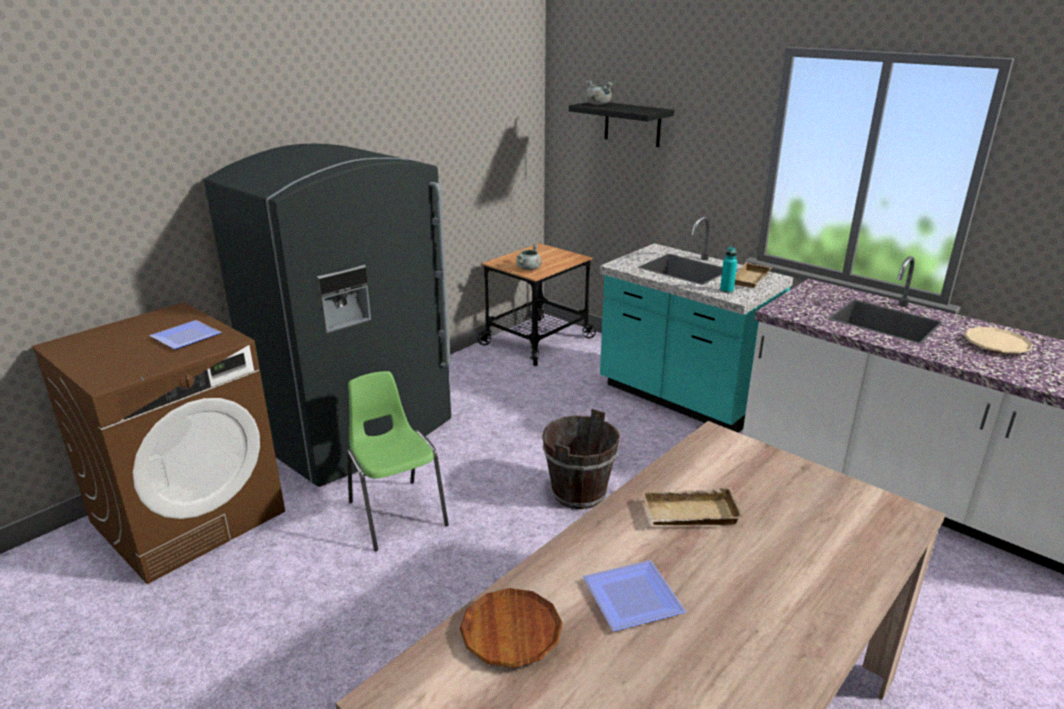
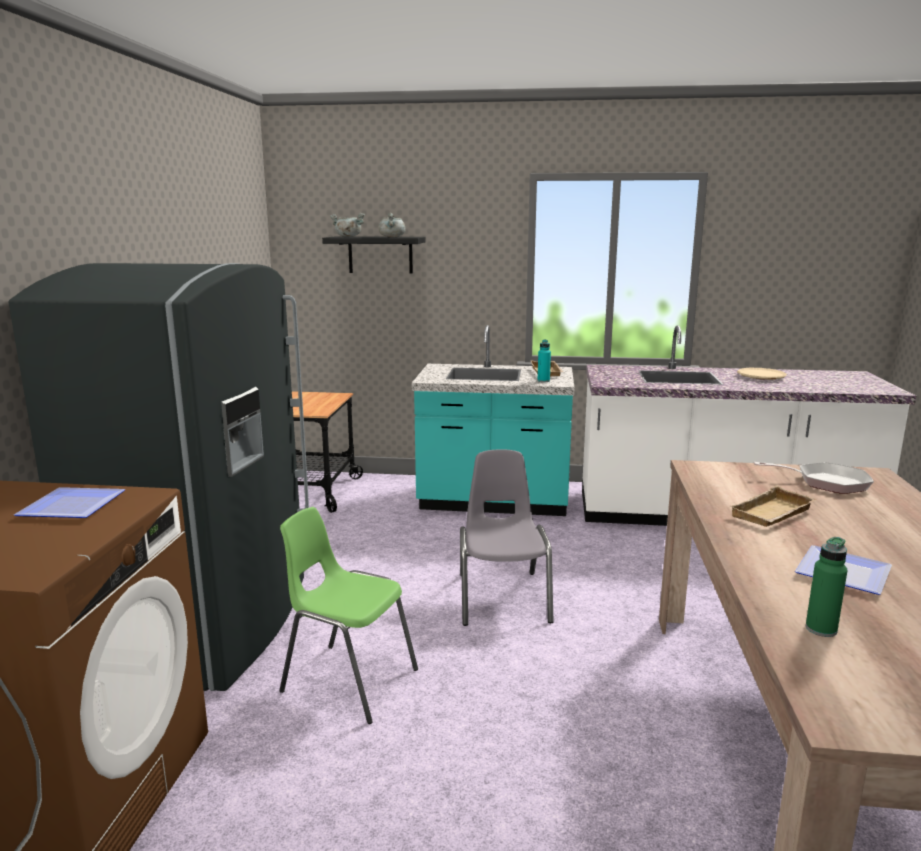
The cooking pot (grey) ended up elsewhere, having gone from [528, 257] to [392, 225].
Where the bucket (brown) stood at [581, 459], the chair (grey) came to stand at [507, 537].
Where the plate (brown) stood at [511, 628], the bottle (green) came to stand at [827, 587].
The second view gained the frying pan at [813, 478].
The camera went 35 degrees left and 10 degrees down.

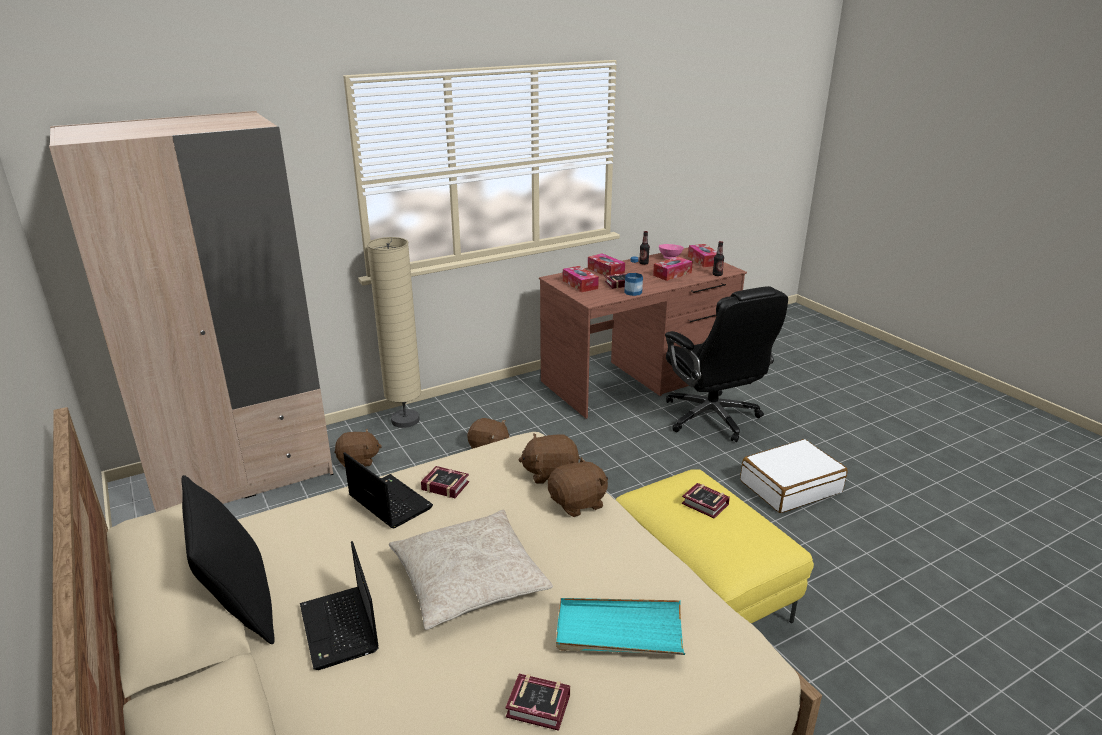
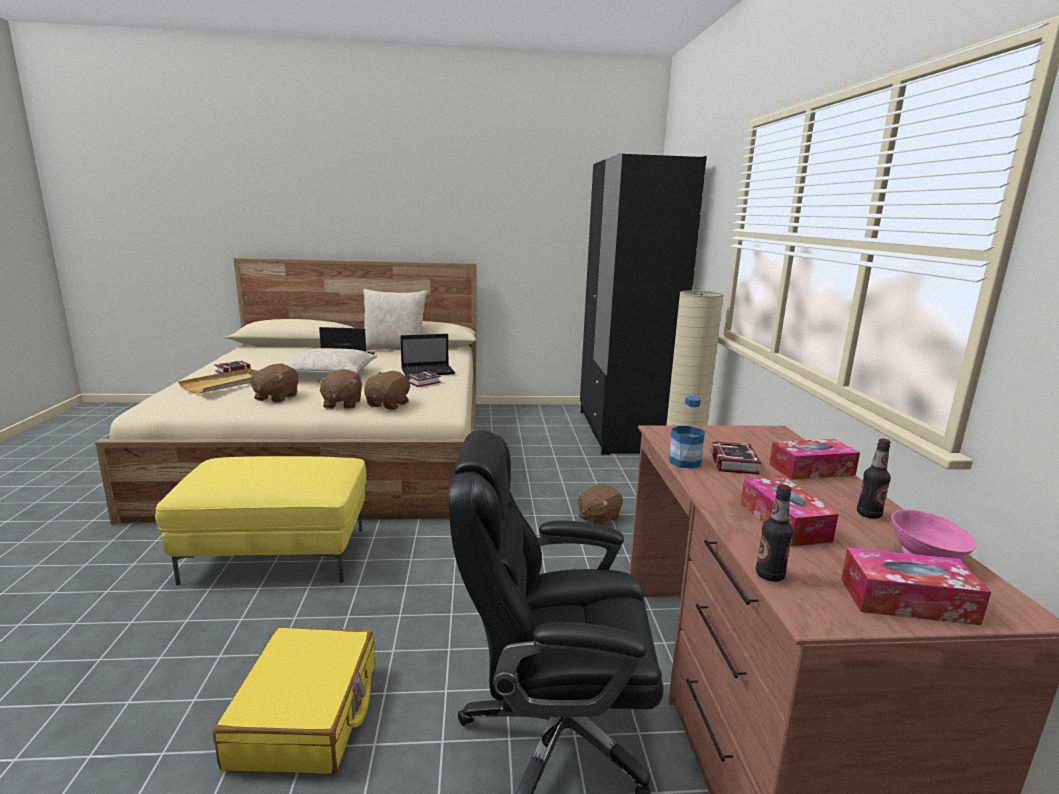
What was the wardrobe (beige) at [191, 311] turned into the wardrobe (black) at [643, 304].
The second view lost the tissue box at [581, 279].
The plush toy (brown) ended up elsewhere, having gone from [358, 447] to [274, 383].
What was the suitcase (white) at [794, 476] turned into the suitcase (yellow) at [294, 701].
What was the pillow (black) at [228, 559] turned into the pillow (beige) at [395, 319].
The second view lost the book at [706, 501].
What was the tray (turquoise) at [620, 626] turned into the tray (beige) at [218, 381].
The camera went 115 degrees right and 10 degrees down.

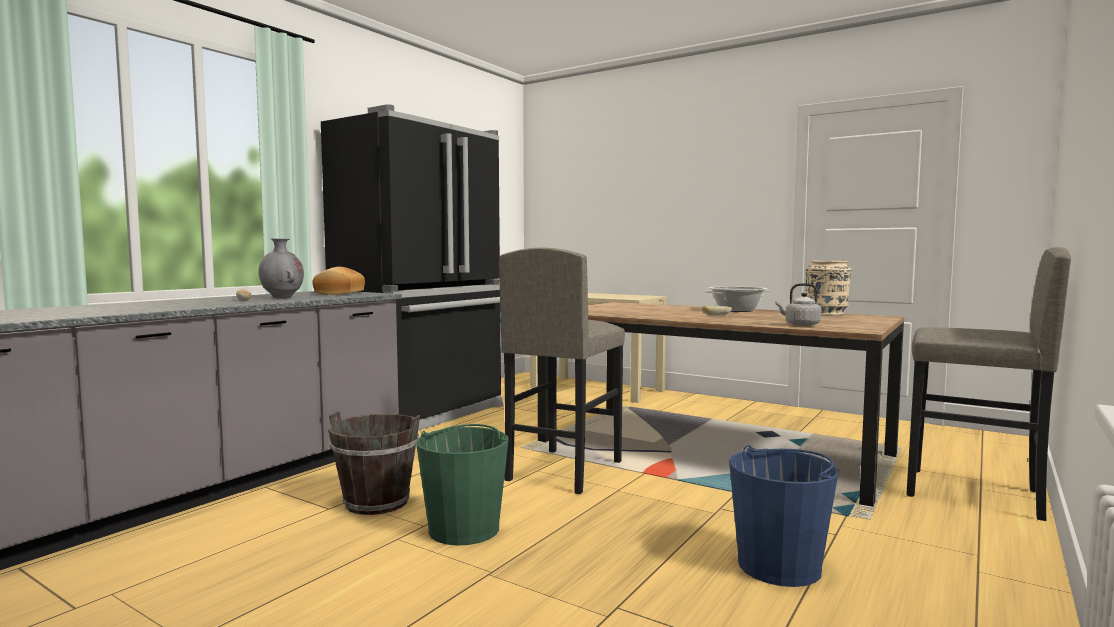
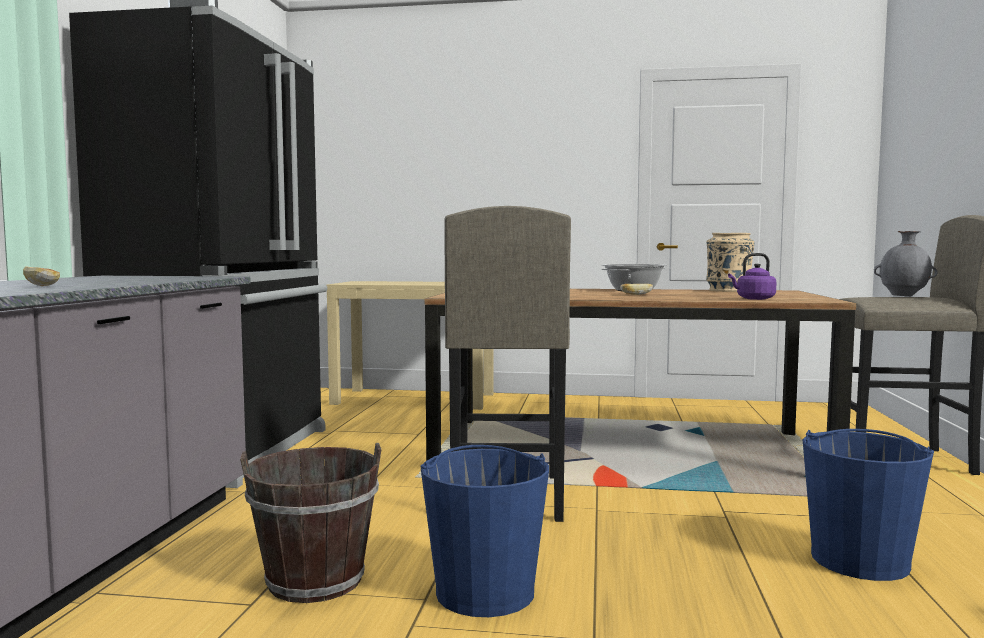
The vase (grey) ended up elsewhere, having gone from [281, 268] to [906, 264].
The second view lost the bread at [338, 281].
What was the kettle (grey) at [798, 304] turned into the kettle (purple) at [752, 276].
What was the bucket (green) at [462, 485] turned into the bucket (blue) at [485, 531].
The camera went 25 degrees left and 0 degrees up.

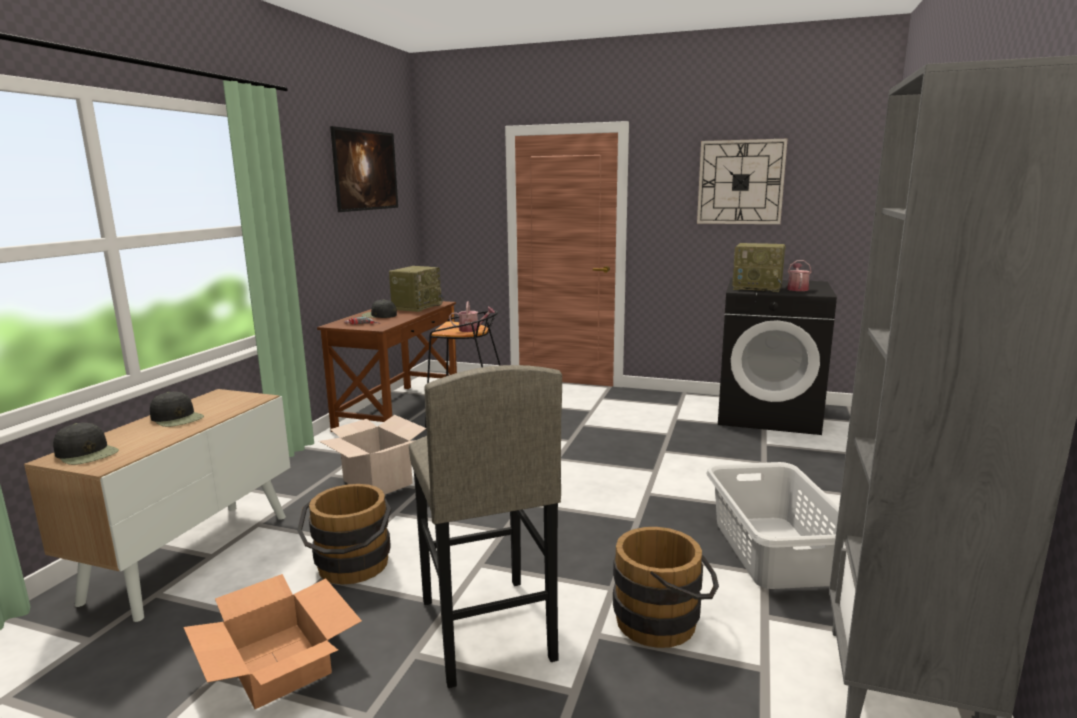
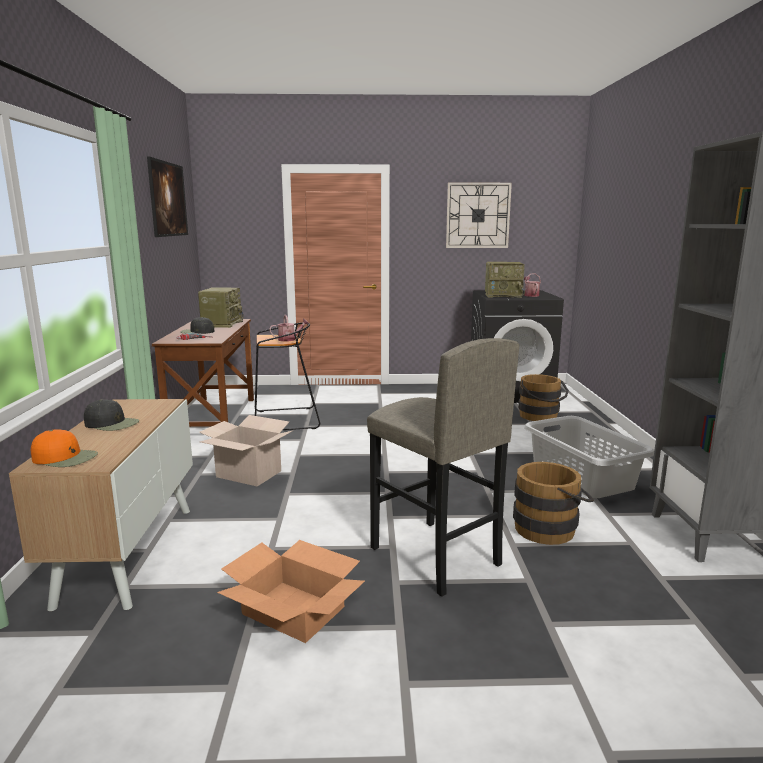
What was the cap (black) at [86, 444] turned into the cap (orange) at [64, 448].
The bucket (brown) ended up elsewhere, having gone from [344, 534] to [543, 397].
The camera went 20 degrees left and 0 degrees up.

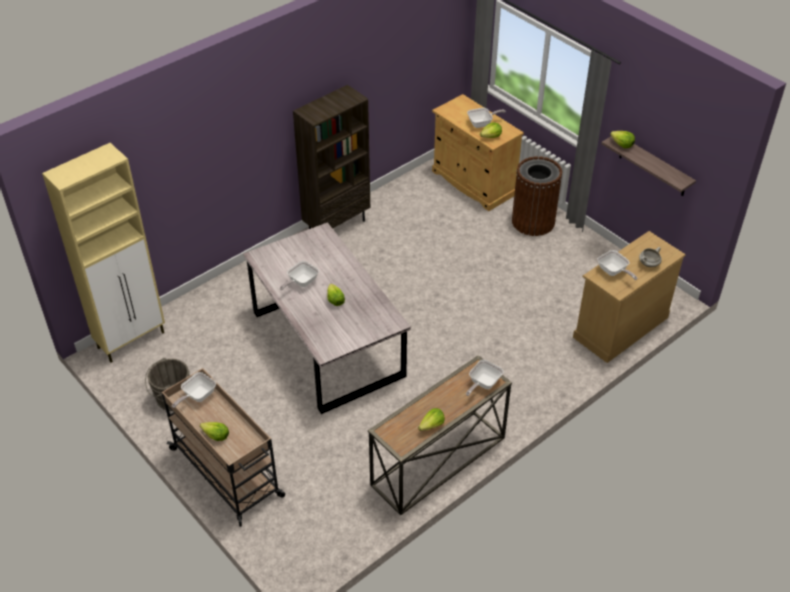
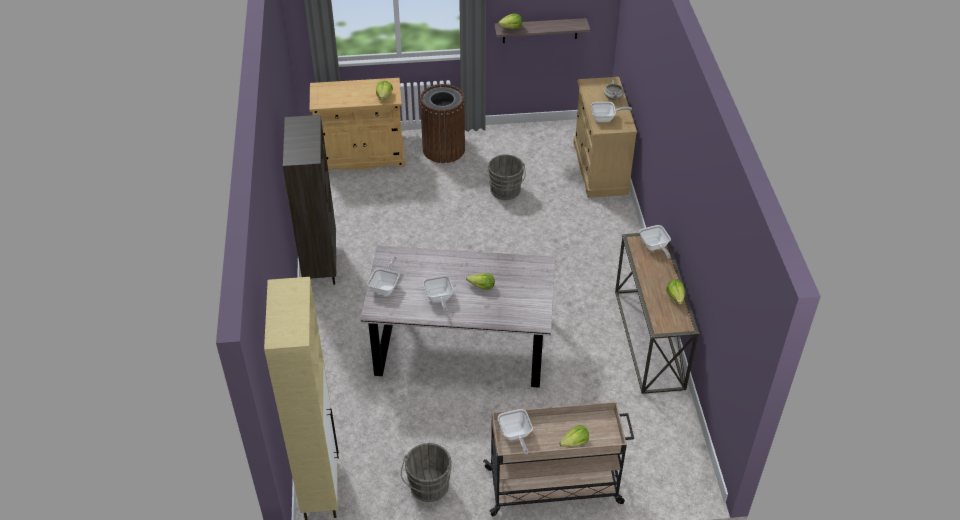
The frying pan ended up elsewhere, having gone from [486, 118] to [383, 276].
The second view gained the bucket (grey) at [506, 177].
The camera went 55 degrees left and 0 degrees up.

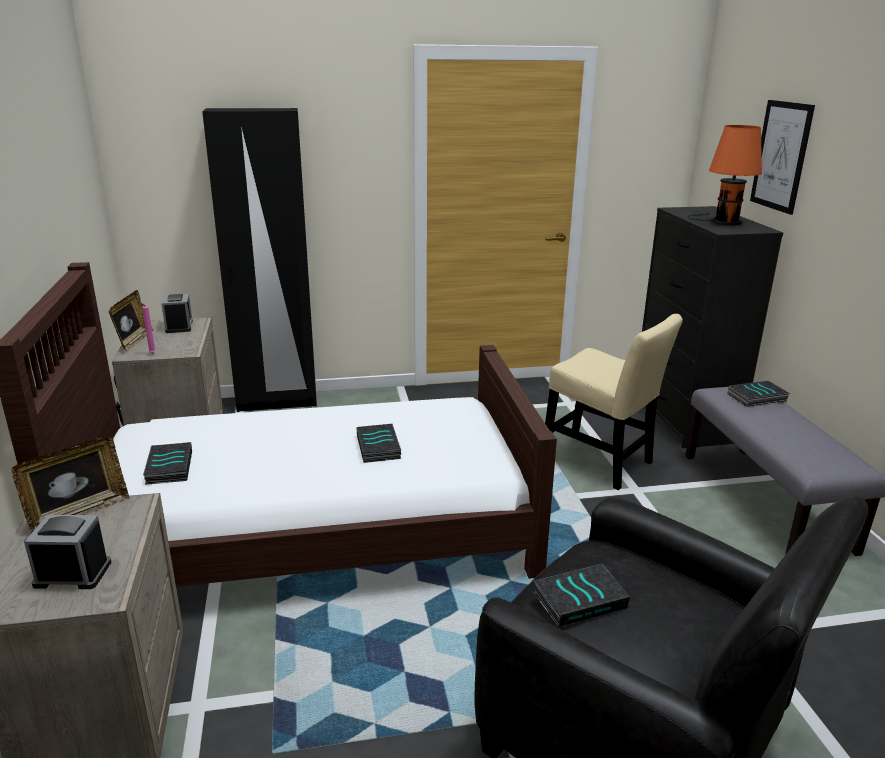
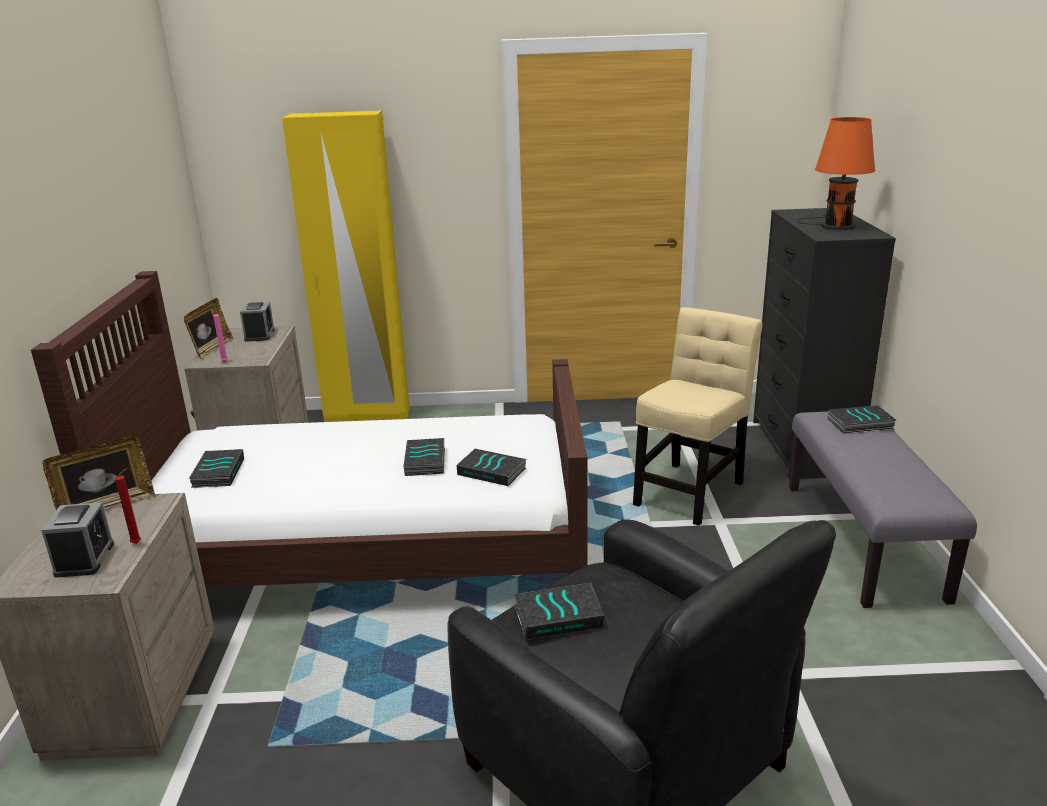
The second view lost the picture at [782, 157].
What was the wardrobe (black) at [259, 260] turned into the wardrobe (yellow) at [346, 266].
The chair (beige) at [614, 402] ended up facing another way, 105 degrees counterclockwise from before.
The alarm clock at [68, 552] ended up facing another way, 75 degrees clockwise from before.
The second view gained the book at [491, 467].
The second view gained the candle (red) at [128, 506].
The camera went 10 degrees right and 0 degrees up.

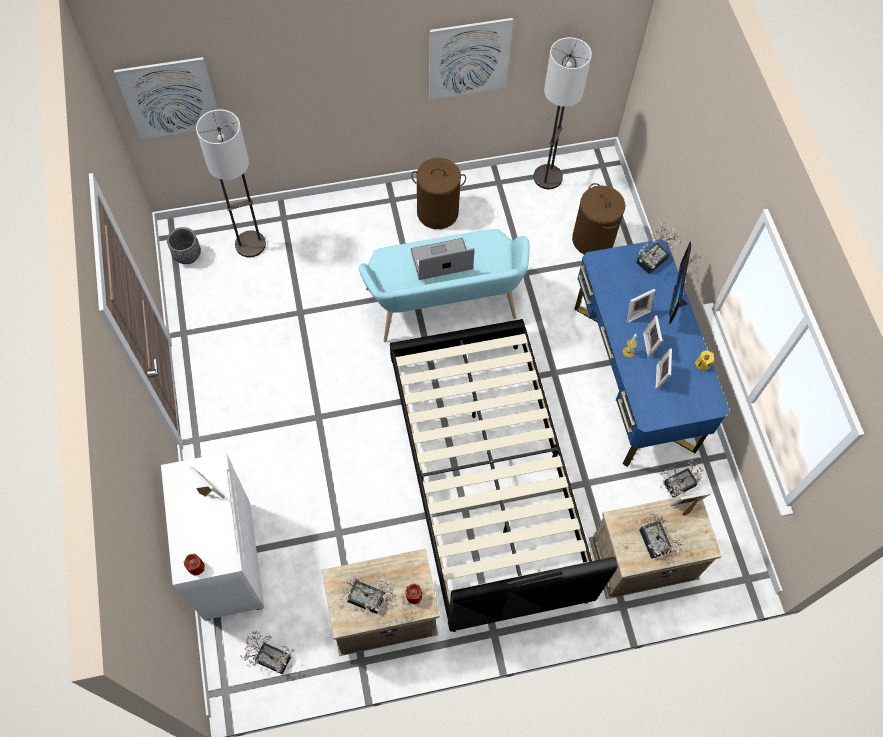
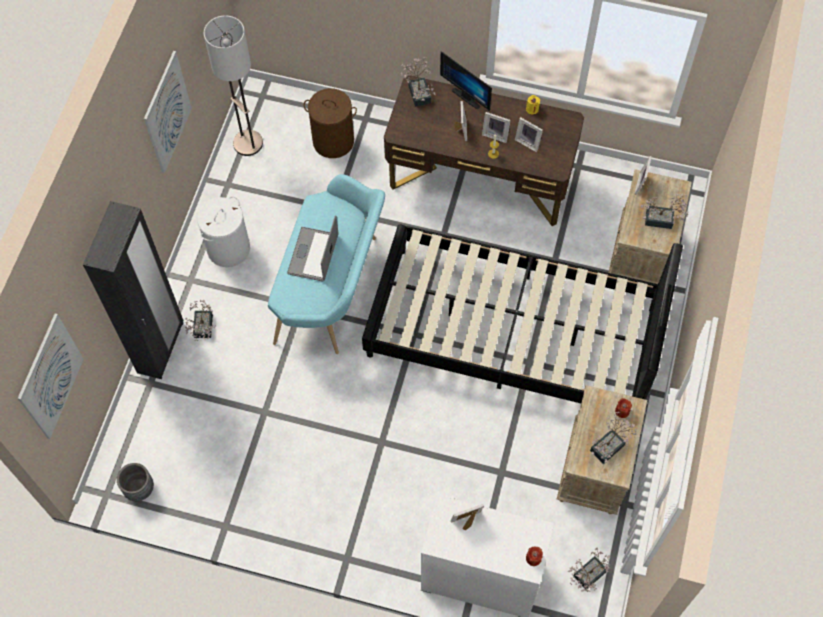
The second view lost the floor lamp at [231, 183].
What was the laundry basket (brown) at [438, 193] turned into the laundry basket (white) at [223, 231].
What was the desk (blue) at [652, 353] turned into the desk (brown) at [484, 150].
The potted plant ended up elsewhere, having gone from [682, 479] to [200, 320].
The second view gained the wardrobe (black) at [133, 290].
The camera went 60 degrees left and 0 degrees up.

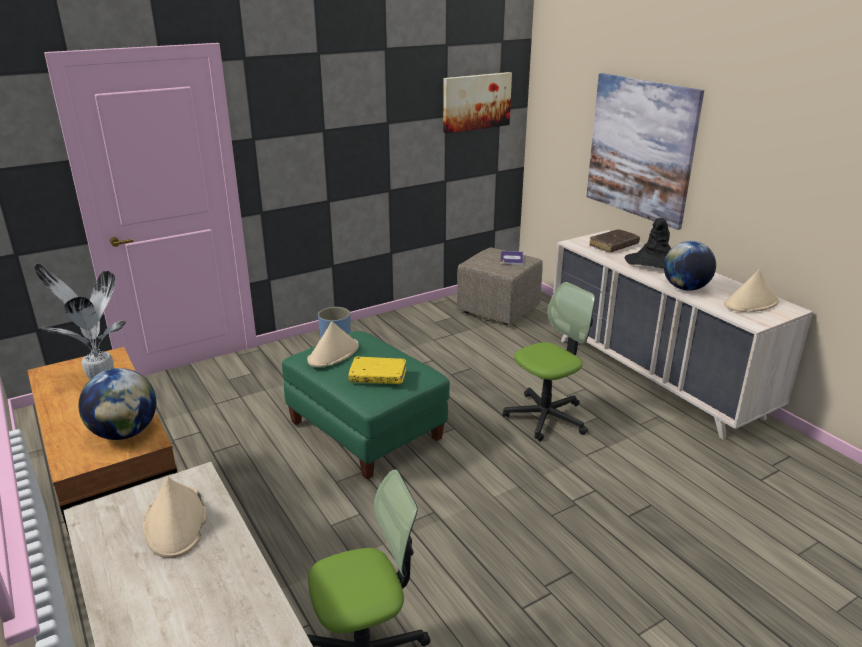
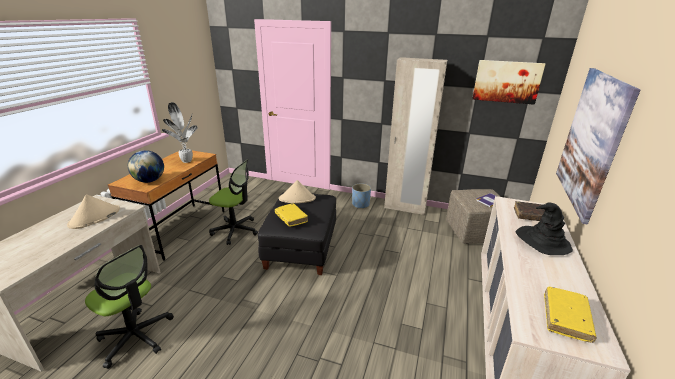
The second view lost the globe at [690, 266].
Where the hat (beige) stood at [751, 291], the book (yellow) came to stand at [570, 315].
The office chair ended up elsewhere, having gone from [549, 361] to [233, 202].
What was the ottoman (green) at [366, 405] turned into the ottoman (black) at [297, 233].
The second view gained the wardrobe (beige) at [415, 136].
The camera went 50 degrees right and 0 degrees up.

